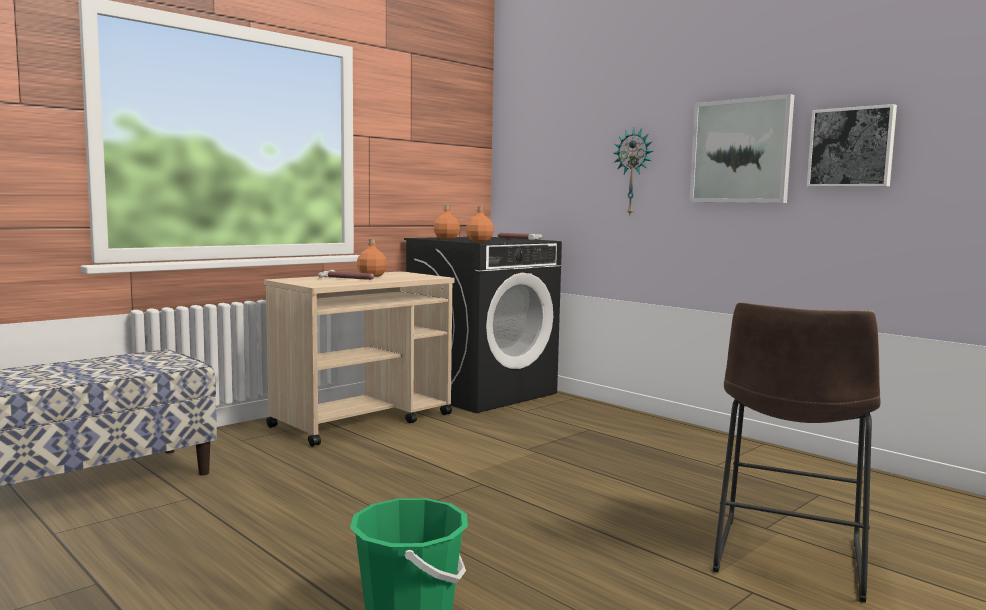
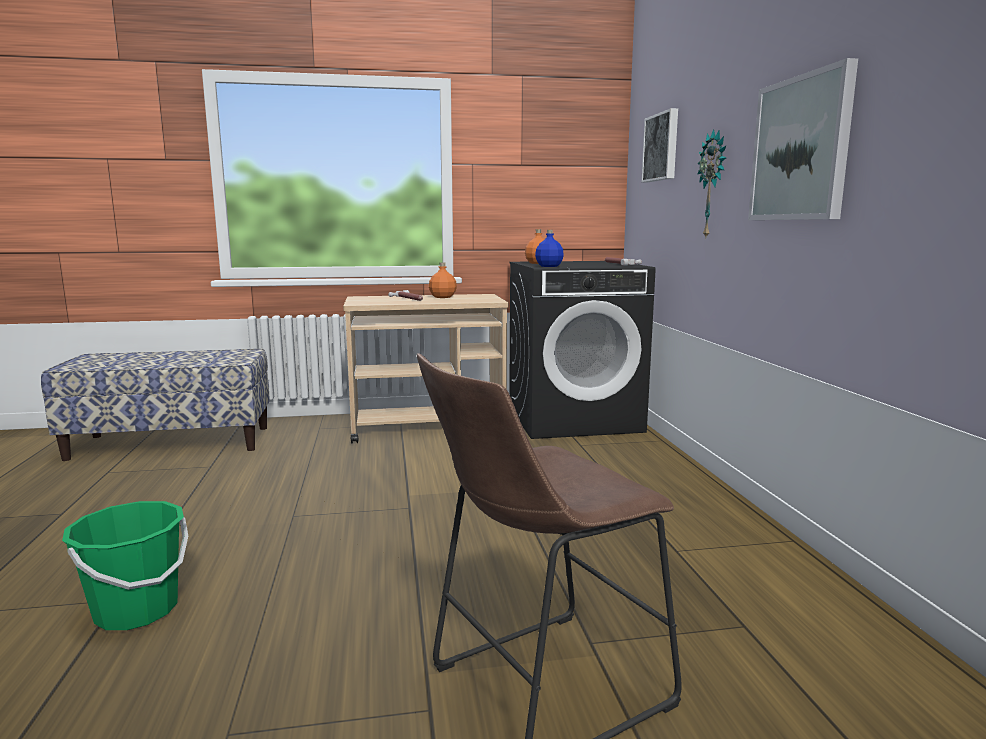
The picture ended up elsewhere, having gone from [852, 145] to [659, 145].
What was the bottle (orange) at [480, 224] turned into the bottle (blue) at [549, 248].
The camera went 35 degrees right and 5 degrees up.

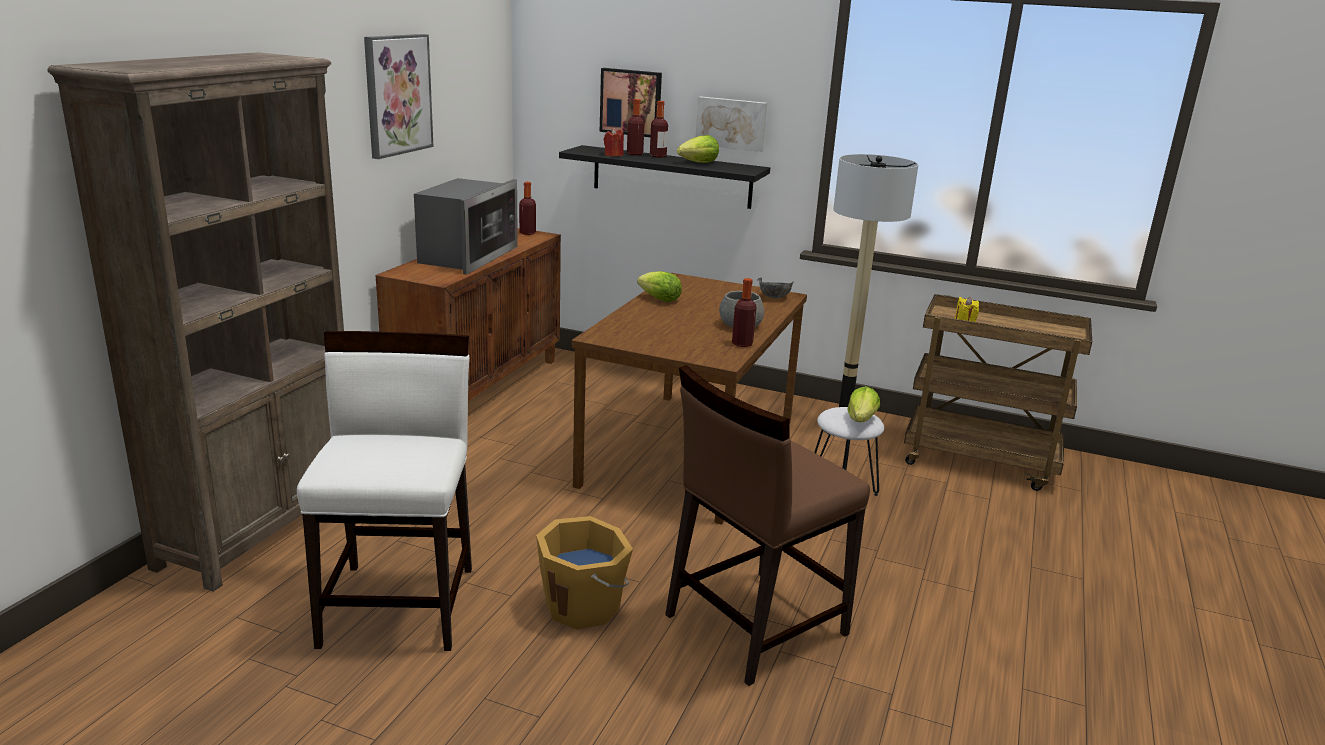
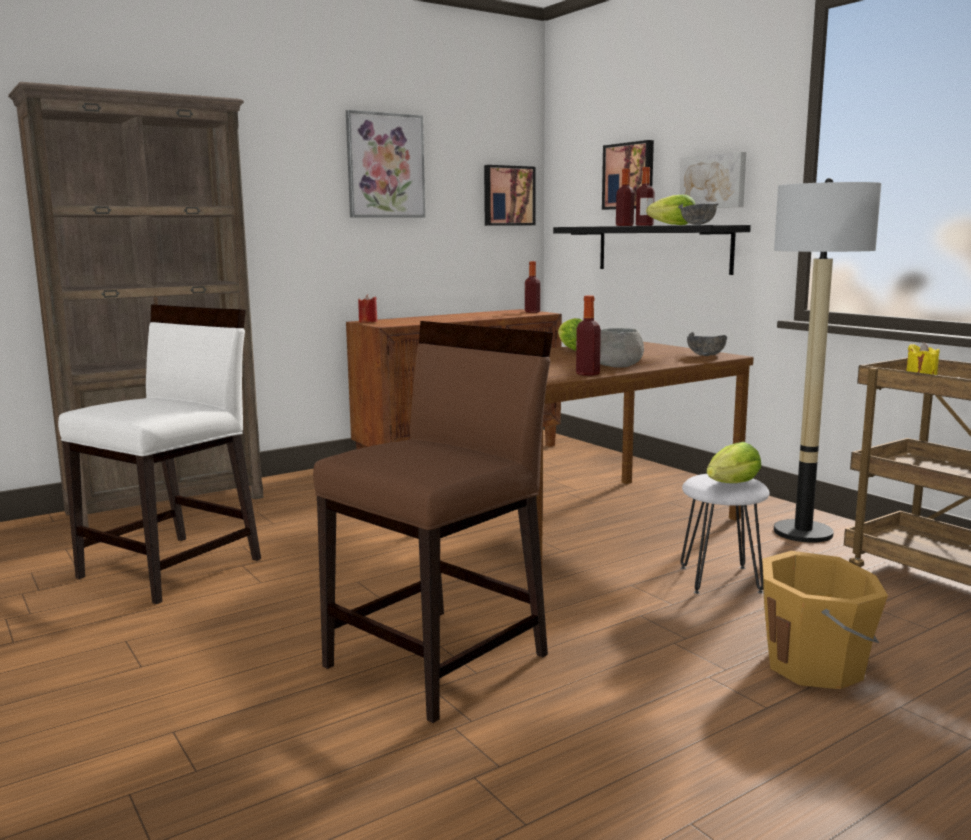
The candle (red) ended up elsewhere, having gone from [614, 142] to [367, 308].
The second view lost the microwave at [466, 226].
The chair (brown) at [767, 525] ended up facing another way, 135 degrees clockwise from before.
The bucket (orange) ended up elsewhere, having gone from [584, 573] to [825, 620].
The second view gained the picture at [510, 195].
The second view gained the bowl (grey) at [698, 214].
The camera went 35 degrees right and 10 degrees down.

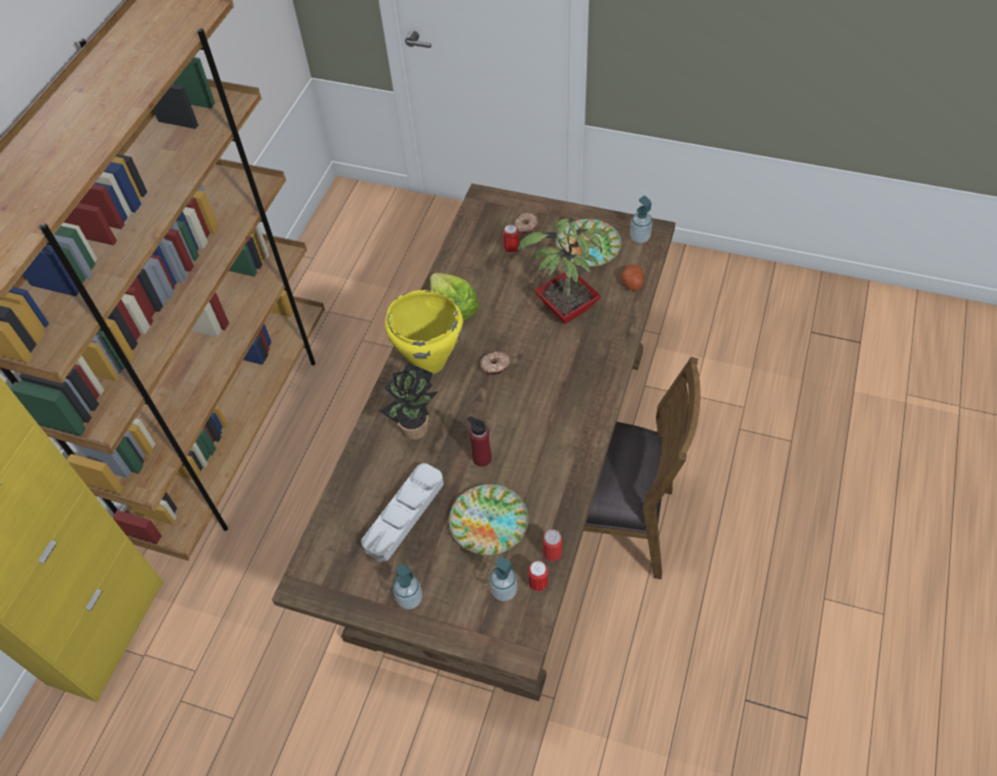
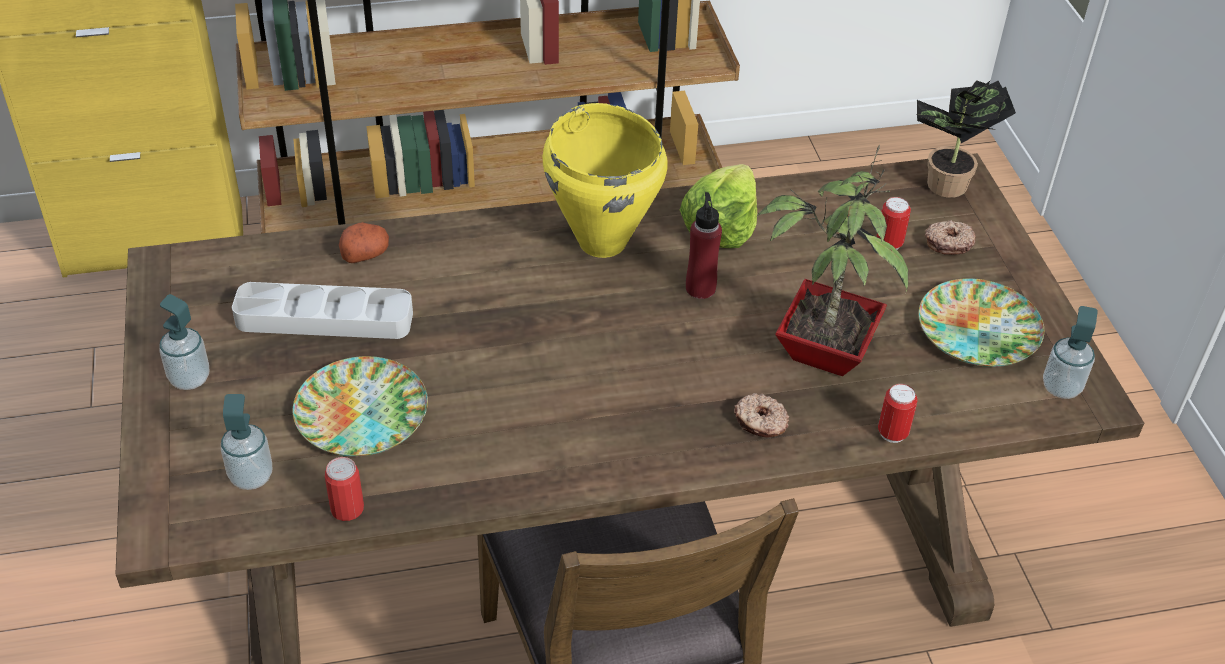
The potato ended up elsewhere, having gone from [632, 277] to [364, 242].
The donut ended up elsewhere, having gone from [495, 363] to [761, 415].
The potted plant ended up elsewhere, having gone from [409, 401] to [966, 139].
The bottle (red) ended up elsewhere, having gone from [480, 442] to [704, 245].
The can ended up elsewhere, having gone from [538, 576] to [898, 413].
The camera went 55 degrees right and 10 degrees down.

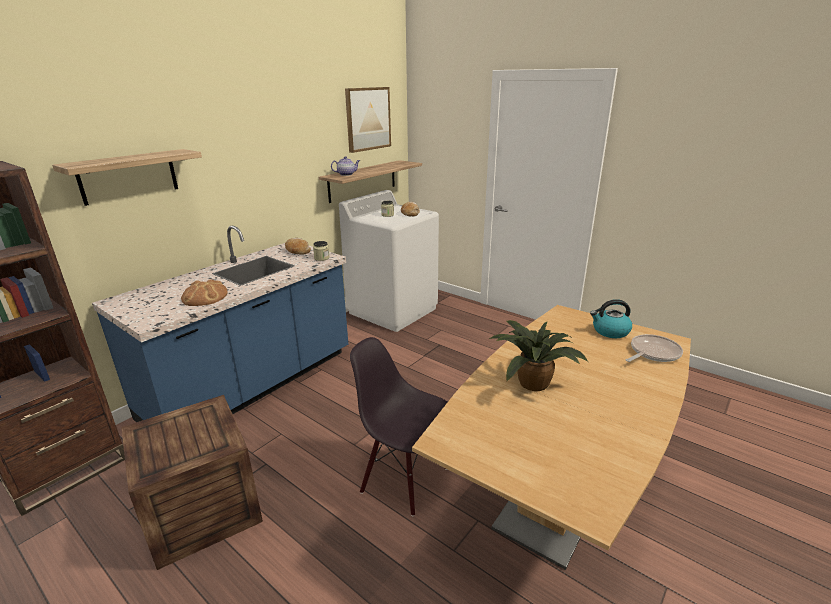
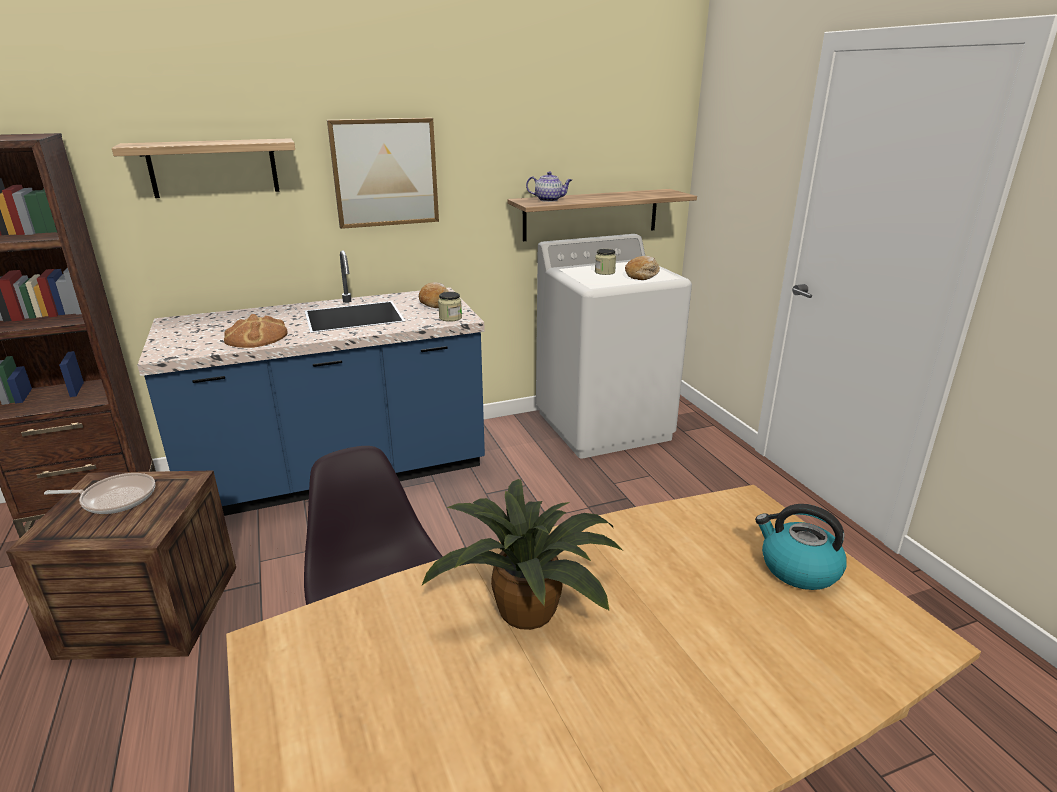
The picture ended up elsewhere, having gone from [368, 120] to [383, 173].
The frying pan ended up elsewhere, having gone from [654, 348] to [99, 493].
The camera went 30 degrees right and 0 degrees up.

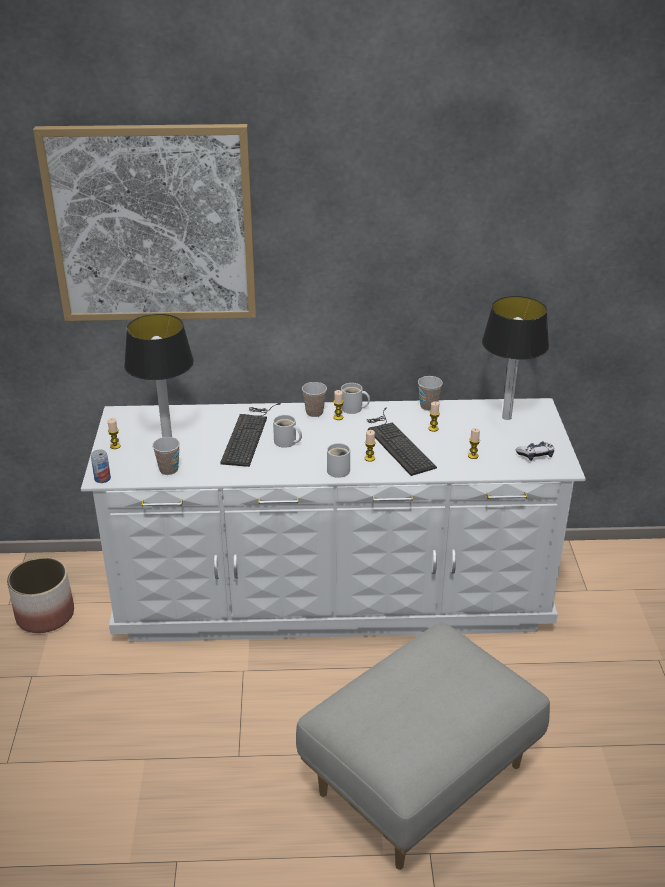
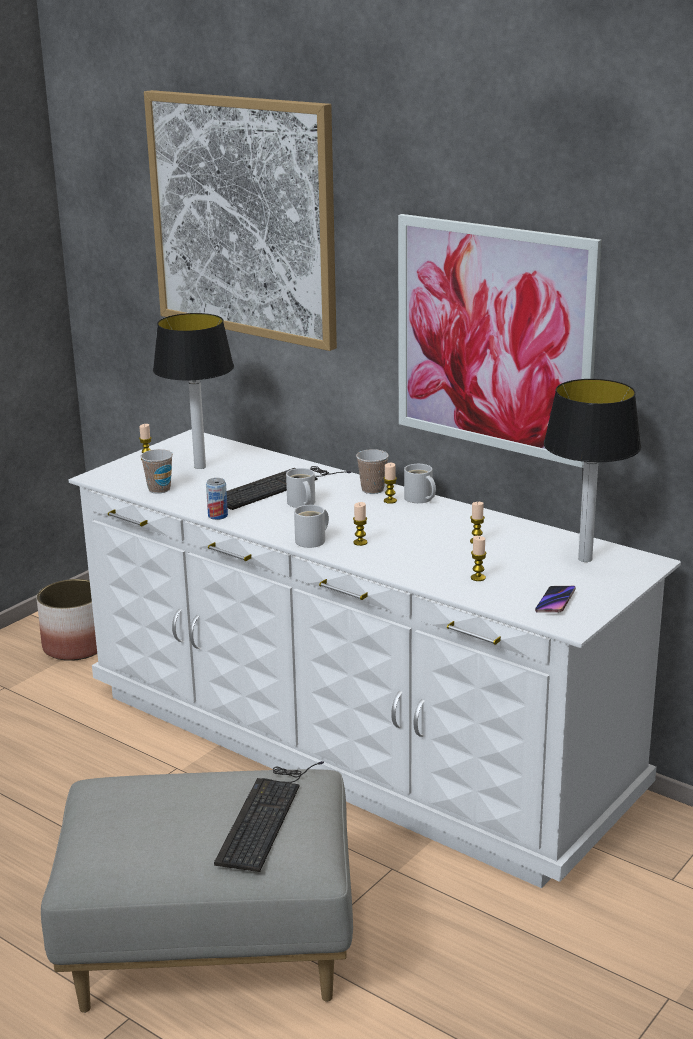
The second view lost the cup at [430, 393].
The keyboard ended up elsewhere, having gone from [402, 441] to [269, 816].
Where the game controller stood at [535, 451], the phone came to stand at [555, 599].
The can ended up elsewhere, having gone from [101, 466] to [217, 499].
The second view gained the picture at [500, 341].
The camera went 40 degrees right and 10 degrees down.

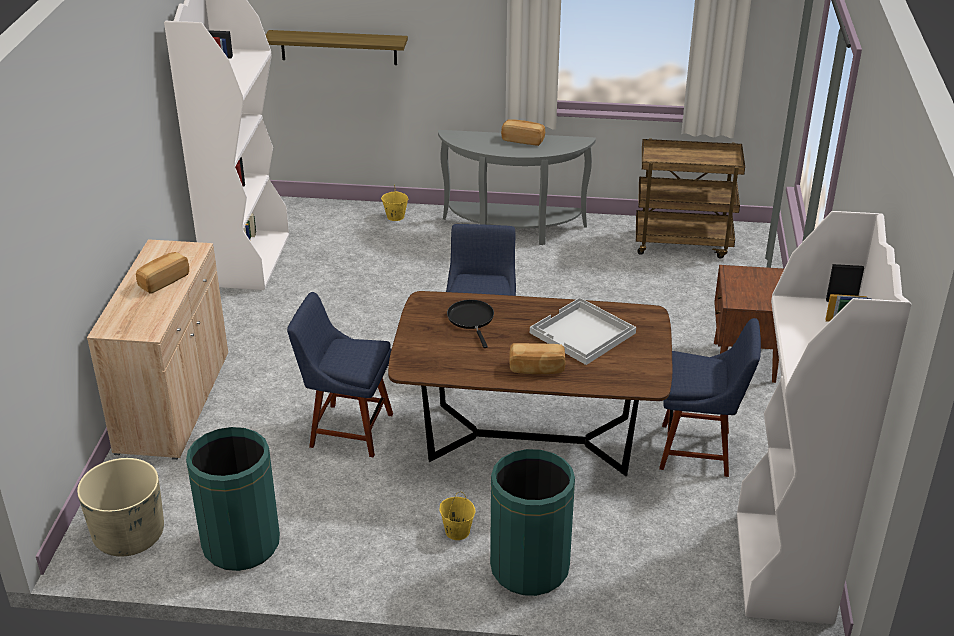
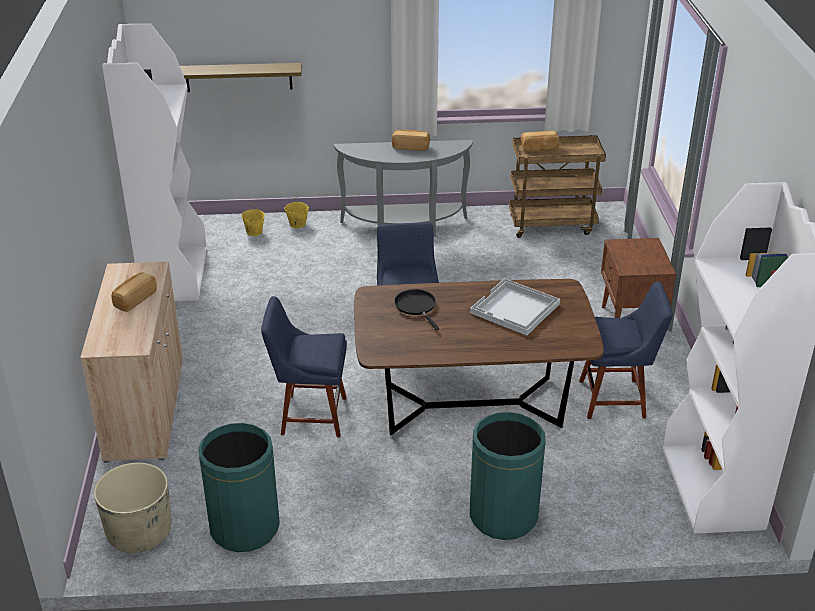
The bread ended up elsewhere, having gone from [537, 358] to [540, 141].
The bucket (yellow) ended up elsewhere, having gone from [457, 516] to [253, 219].
The camera went 10 degrees left and 0 degrees up.

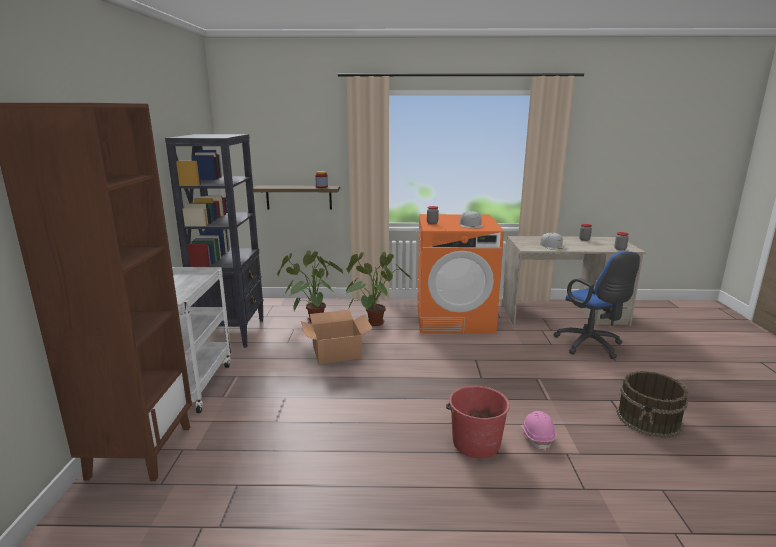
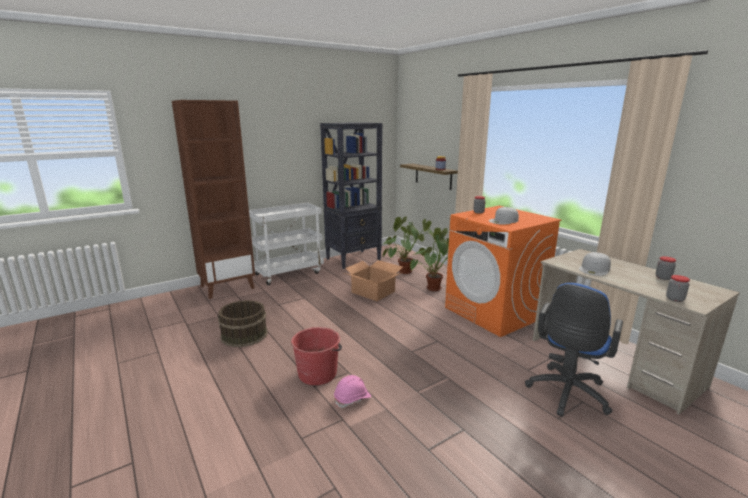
The bucket (brown) ended up elsewhere, having gone from [653, 404] to [243, 323].
The camera went 55 degrees right and 0 degrees up.

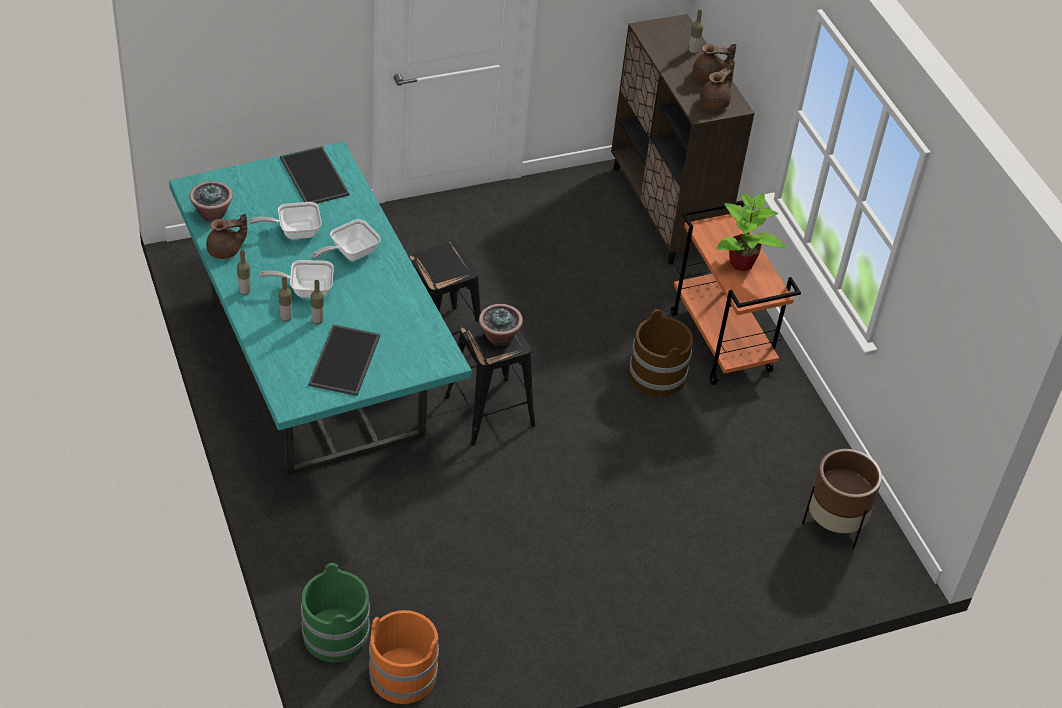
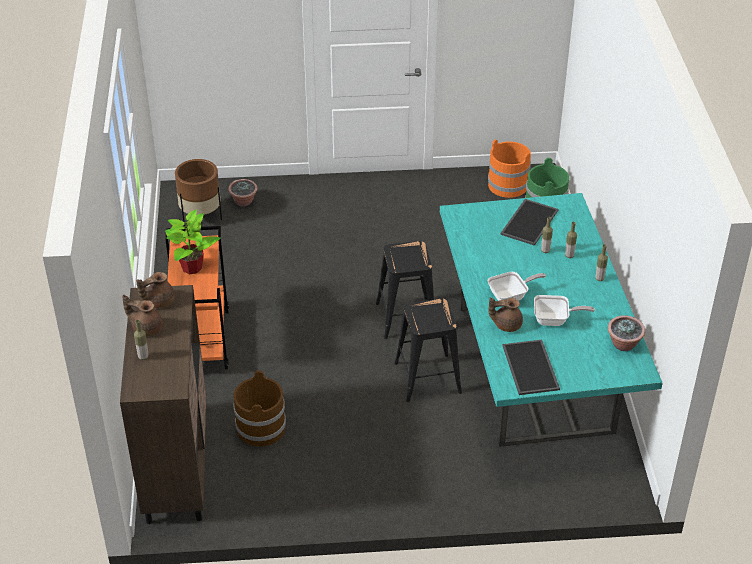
The teapot (brown) ended up elsewhere, having gone from [226, 236] to [506, 315].
The second view lost the frying pan at [296, 279].
The potted plant ended up elsewhere, having gone from [501, 325] to [243, 193].
The bucket (brown) ended up elsewhere, having gone from [661, 353] to [259, 408].
The camera went 160 degrees left and 5 degrees down.

